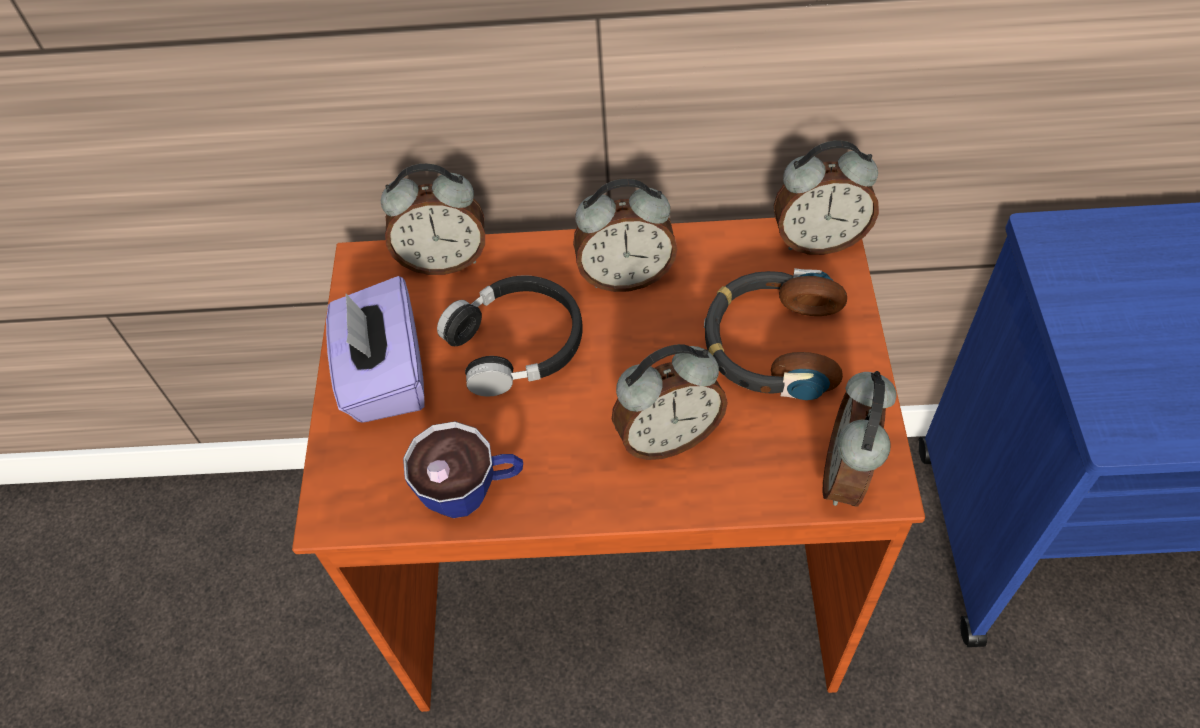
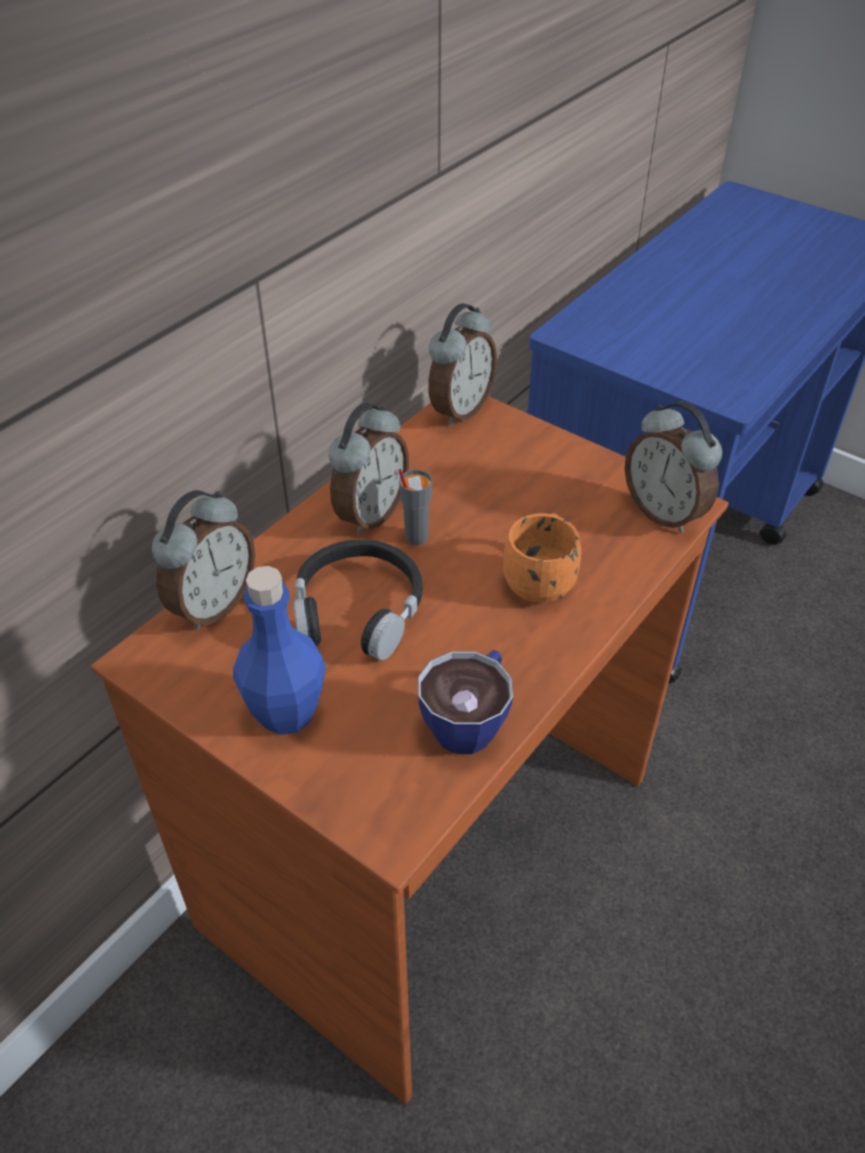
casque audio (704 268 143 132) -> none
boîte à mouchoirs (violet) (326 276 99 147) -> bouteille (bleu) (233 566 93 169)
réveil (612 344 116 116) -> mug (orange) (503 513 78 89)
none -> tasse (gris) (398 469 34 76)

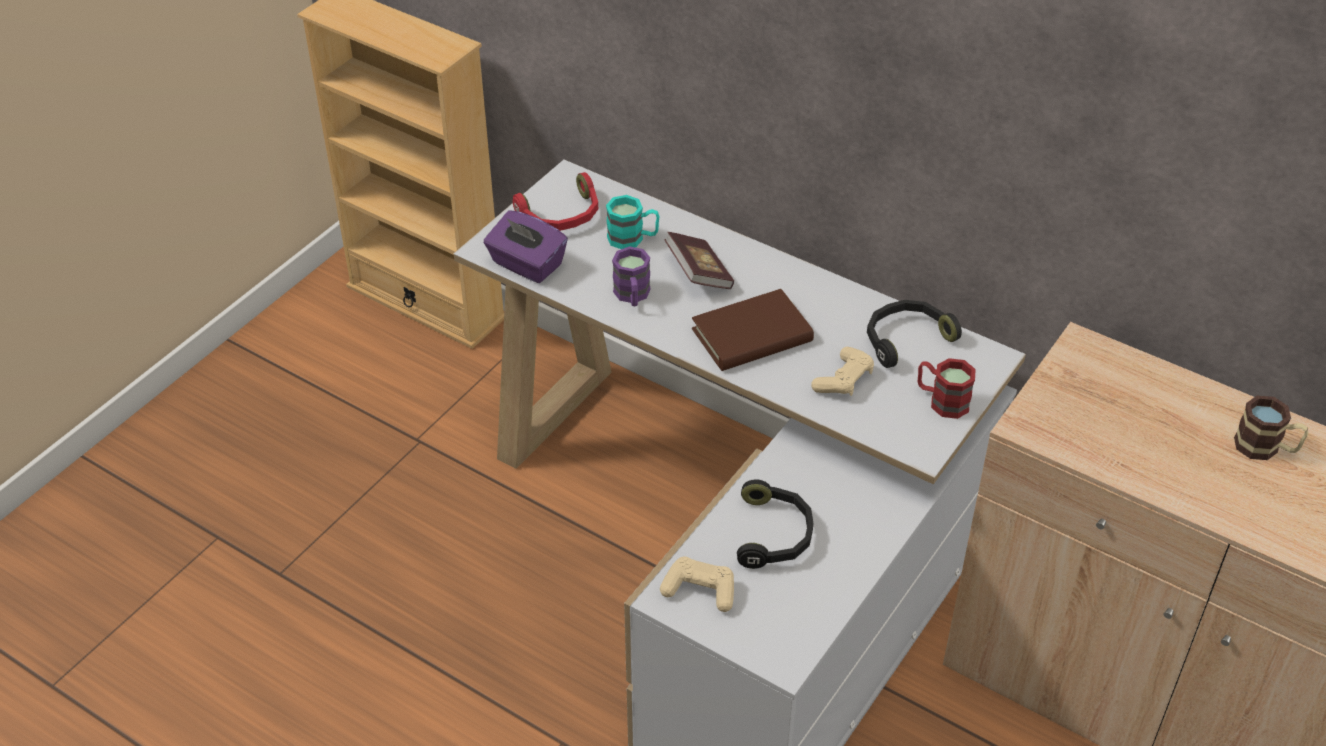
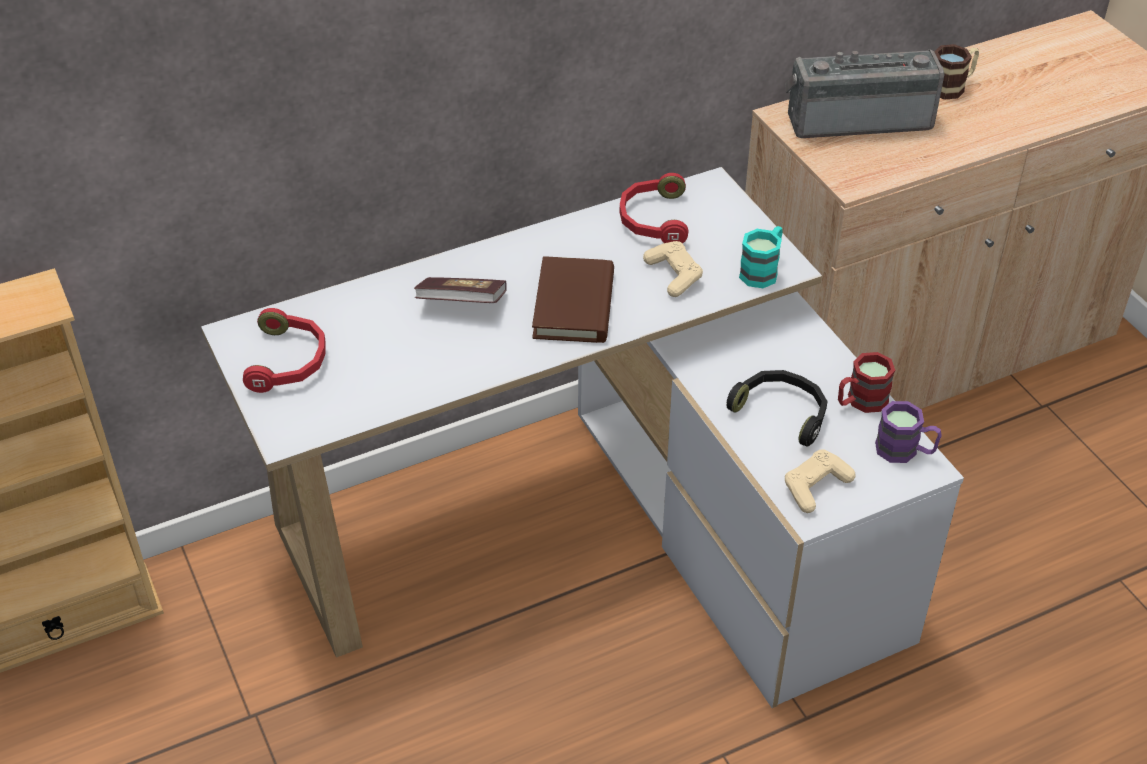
mug (turquoise) (606 195 53 54) -> mug (turquoise) (739 226 44 62), moved
boîte à mouchoirs (violet) (484 210 84 73) -> none
mug (violet) (612 246 39 60) -> mug (violet) (875 401 67 62), moved
casque audio (noir) (867 300 95 68) -> casque audio (rouge) (620 173 68 71)
mug (rouge) (918 358 57 61) -> mug (rouge) (838 352 57 61), moved
none -> radio (785 49 160 89)

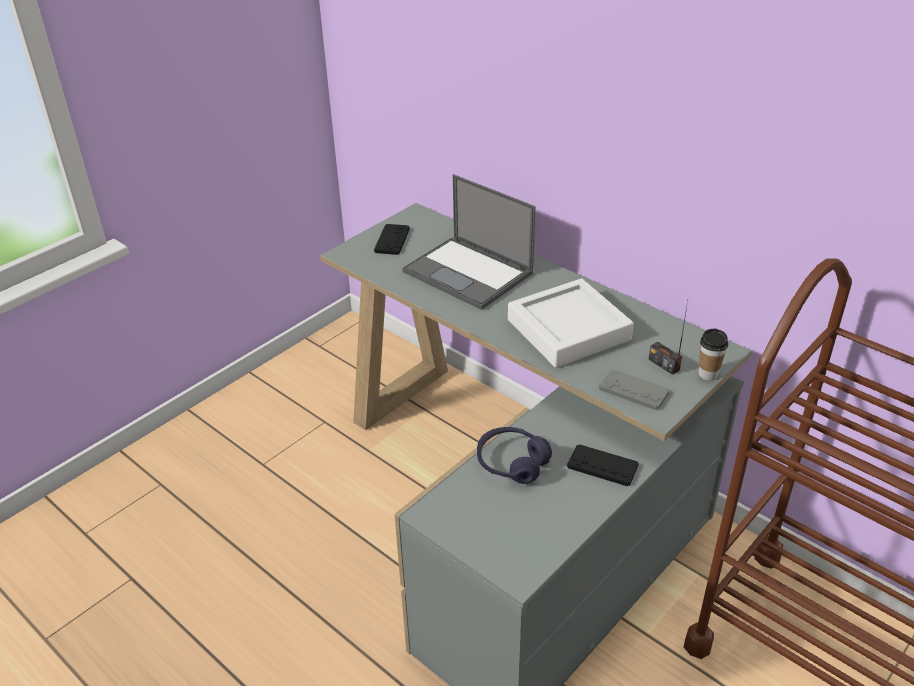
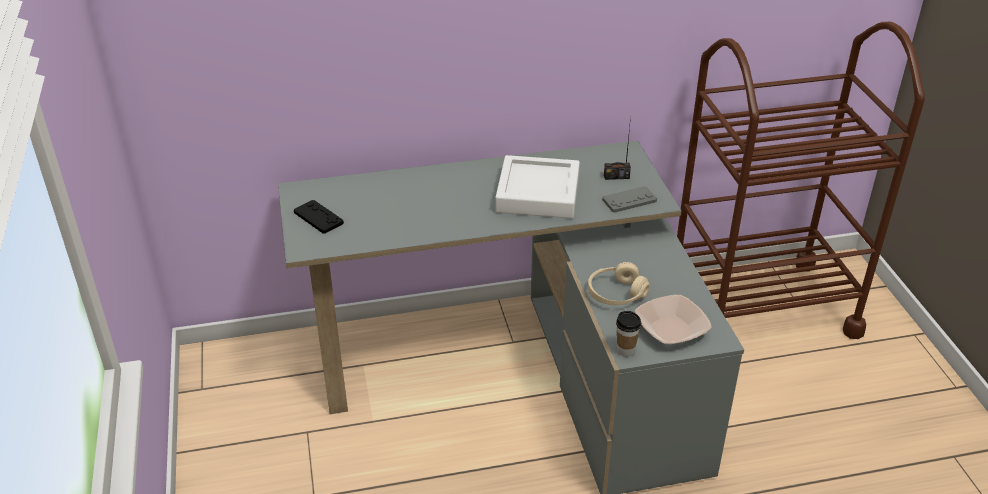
ordinateur portable (402 174 134 136) -> none
tasse (699 329 29 51) -> tasse (616 311 25 46), moved
casque audio (violet) (477 427 75 57) -> casque audio (beige) (588 262 62 43)
manette (noir) (567 444 72 42) -> none
none -> bol (635 295 77 49)

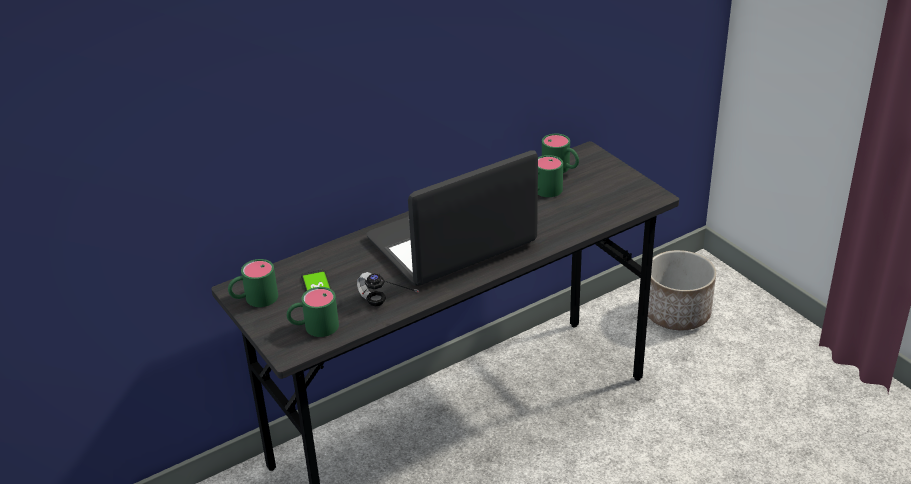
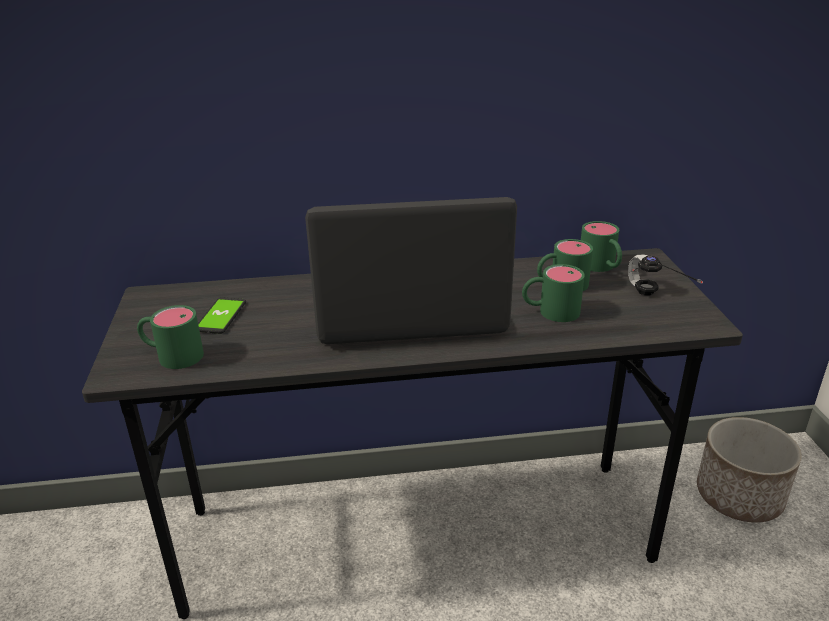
mug (vert) (228 259 50 48) -> mug (vert) (522 264 63 58), moved
casque audio (357 272 62 35) -> casque audio (628 255 75 41), moved

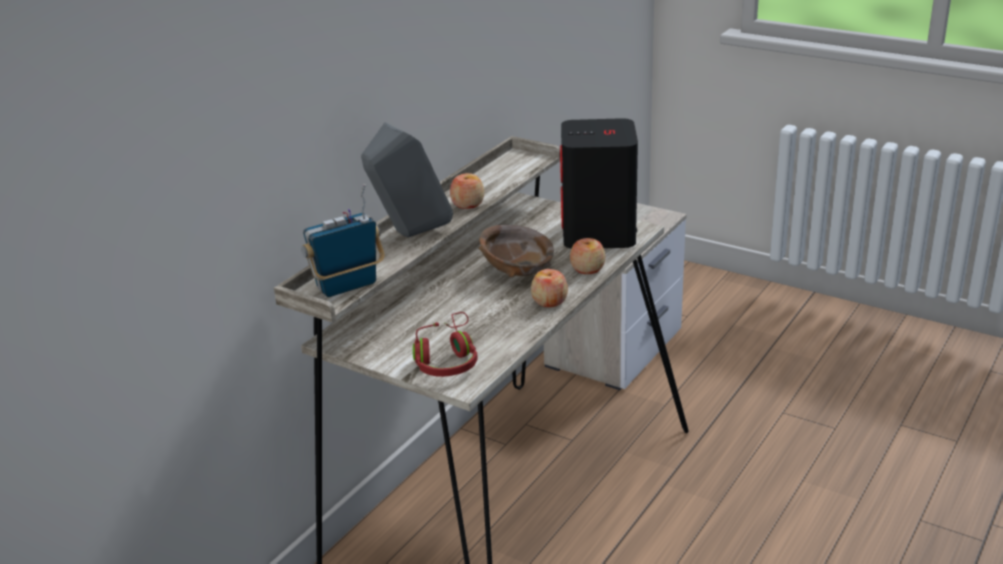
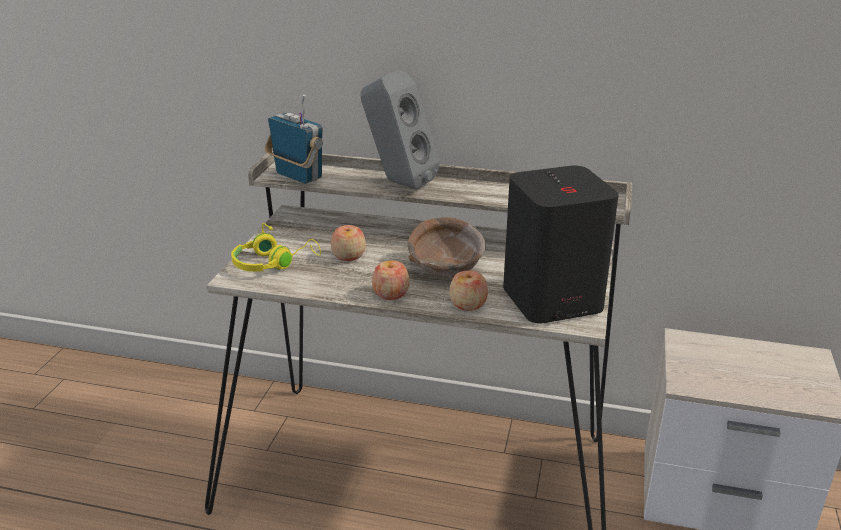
pomme (450 173 34 36) -> pomme (331 225 35 36), moved
casque audio (rouge) (413 312 65 65) -> casque audio (jaune) (231 223 90 49)

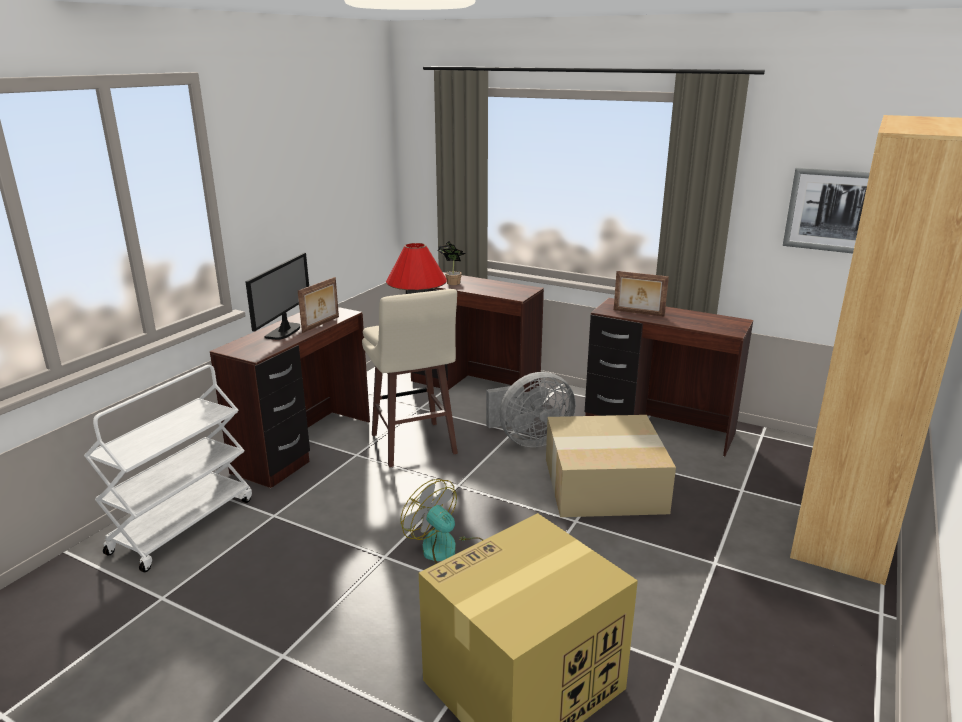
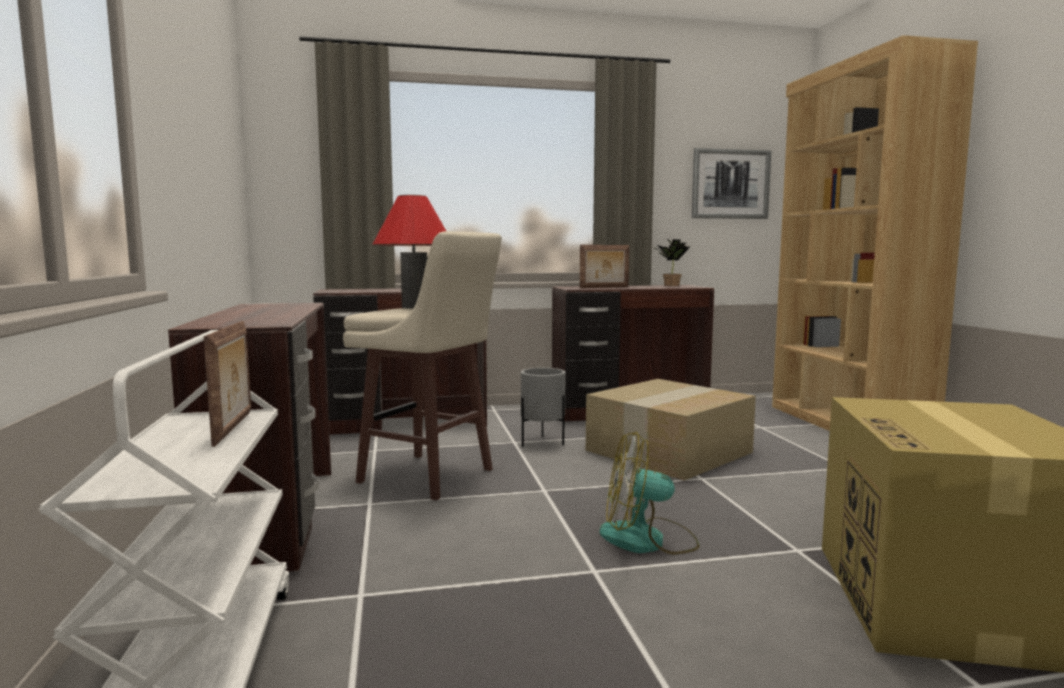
plante en pot (438 241 28 44) -> plante en pot (654 239 36 47), moved
écran d'ordinateur (245 253 64 87) -> none
cadre photo (298 277 41 56) -> cadre photo (204 321 47 126), moved
ventilateur (gris) (486 372 90 75) -> cache-pot (gris) (521 368 44 79)

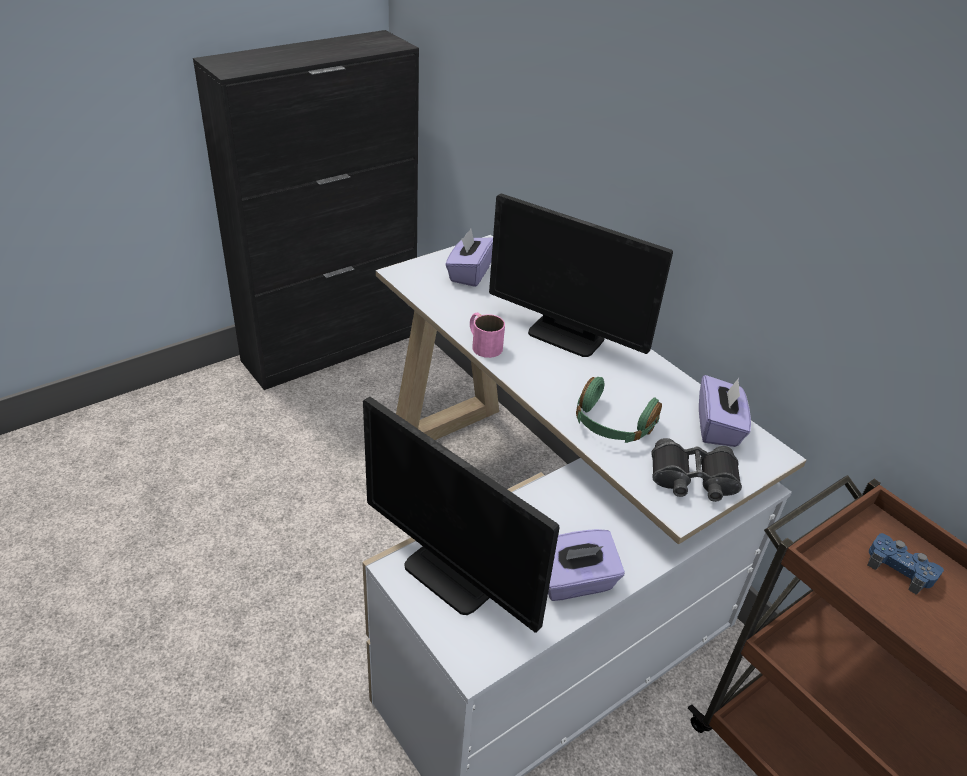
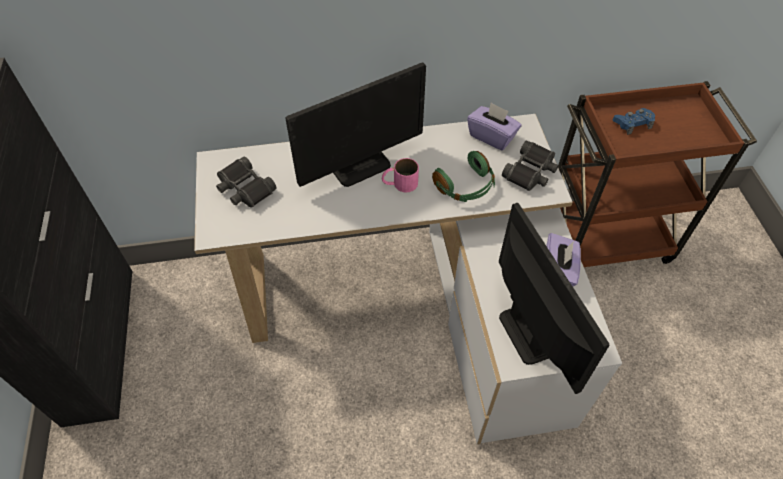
boîte à mouchoirs (violet) (445 229 48 58) -> jumelles (noir) (216 157 60 50)
mug (rose) (470 313 35 45) -> mug (rose) (382 158 37 34), moved
écran d'ordinateur (363 397 197 236) -> écran d'ordinateur (499 203 110 191), 90 degrees counterclockwise

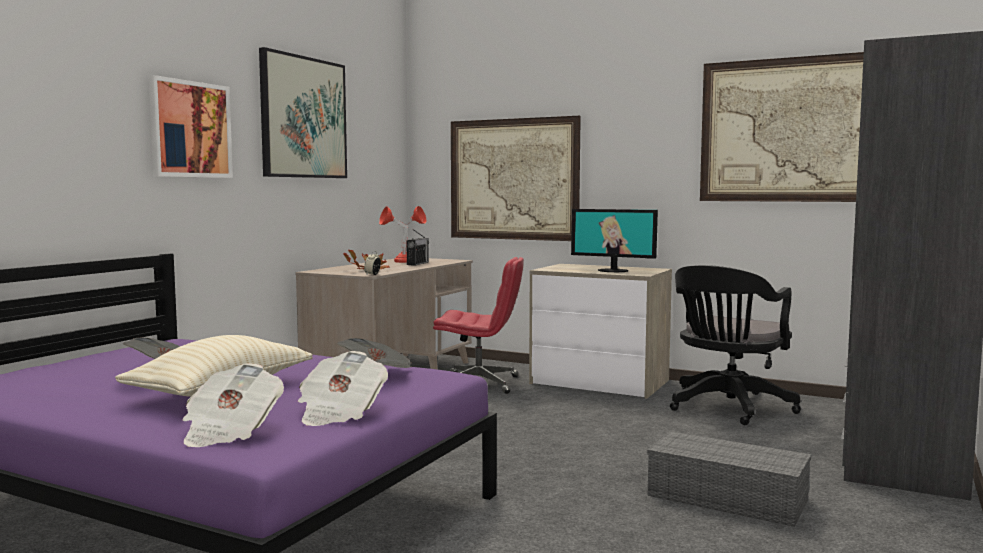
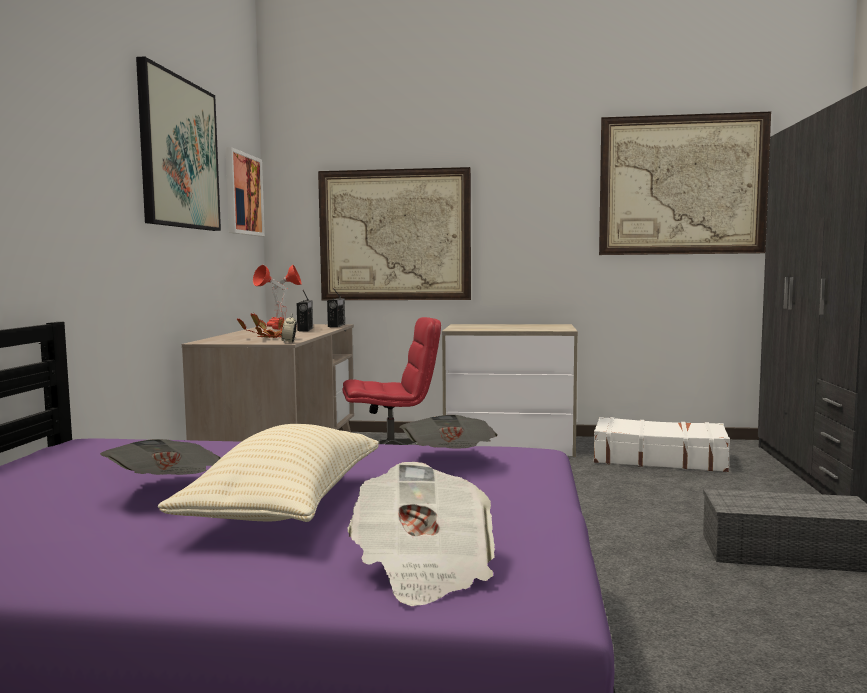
tableau (148 75 85 103) -> tableau (225 147 40 89), moved
écran d'ordinateur (571 209 87 63) -> none
chaise de bureau (noir) (670 265 131 160) -> valise (blanc) (594 417 136 55)
journal (298 351 90 75) -> none
none -> radio (327 288 18 39)

